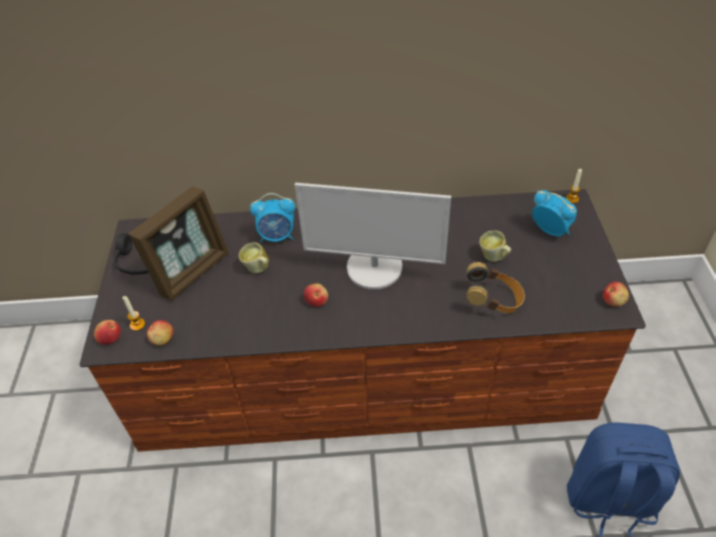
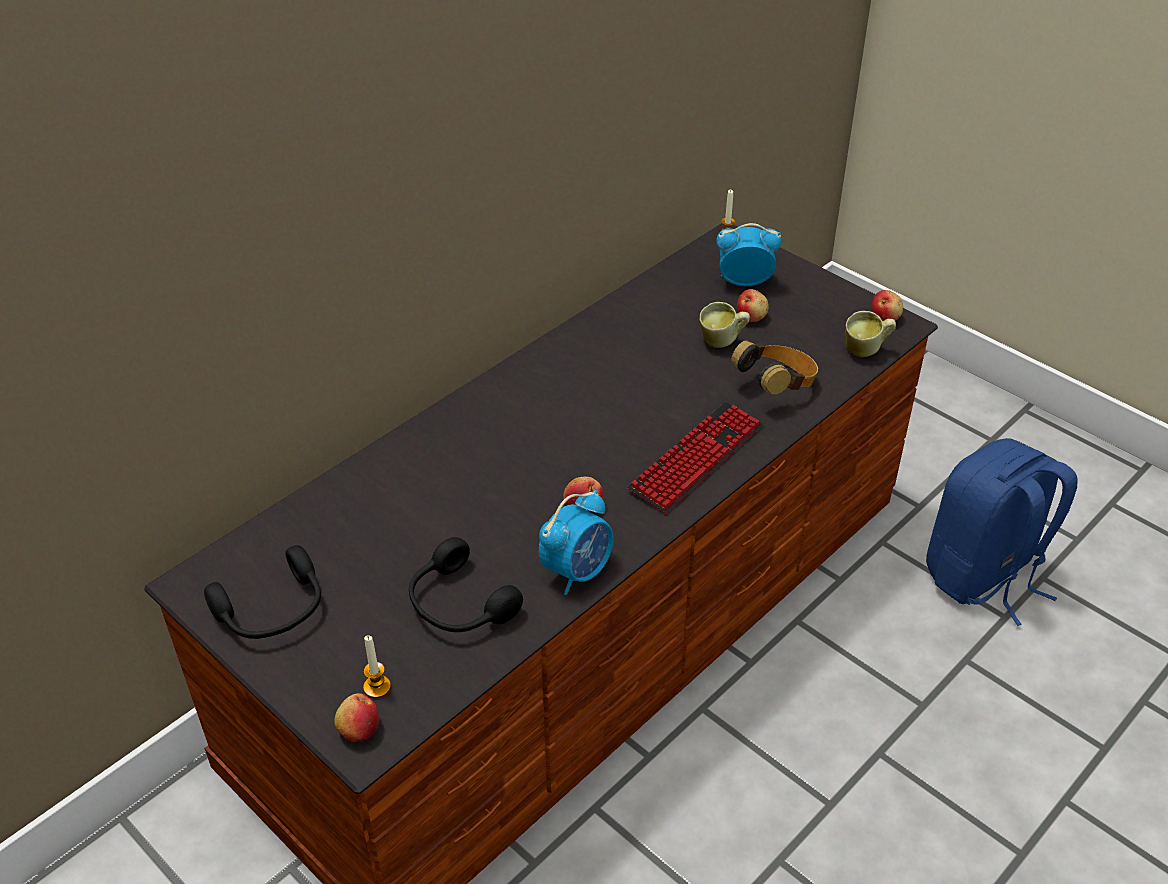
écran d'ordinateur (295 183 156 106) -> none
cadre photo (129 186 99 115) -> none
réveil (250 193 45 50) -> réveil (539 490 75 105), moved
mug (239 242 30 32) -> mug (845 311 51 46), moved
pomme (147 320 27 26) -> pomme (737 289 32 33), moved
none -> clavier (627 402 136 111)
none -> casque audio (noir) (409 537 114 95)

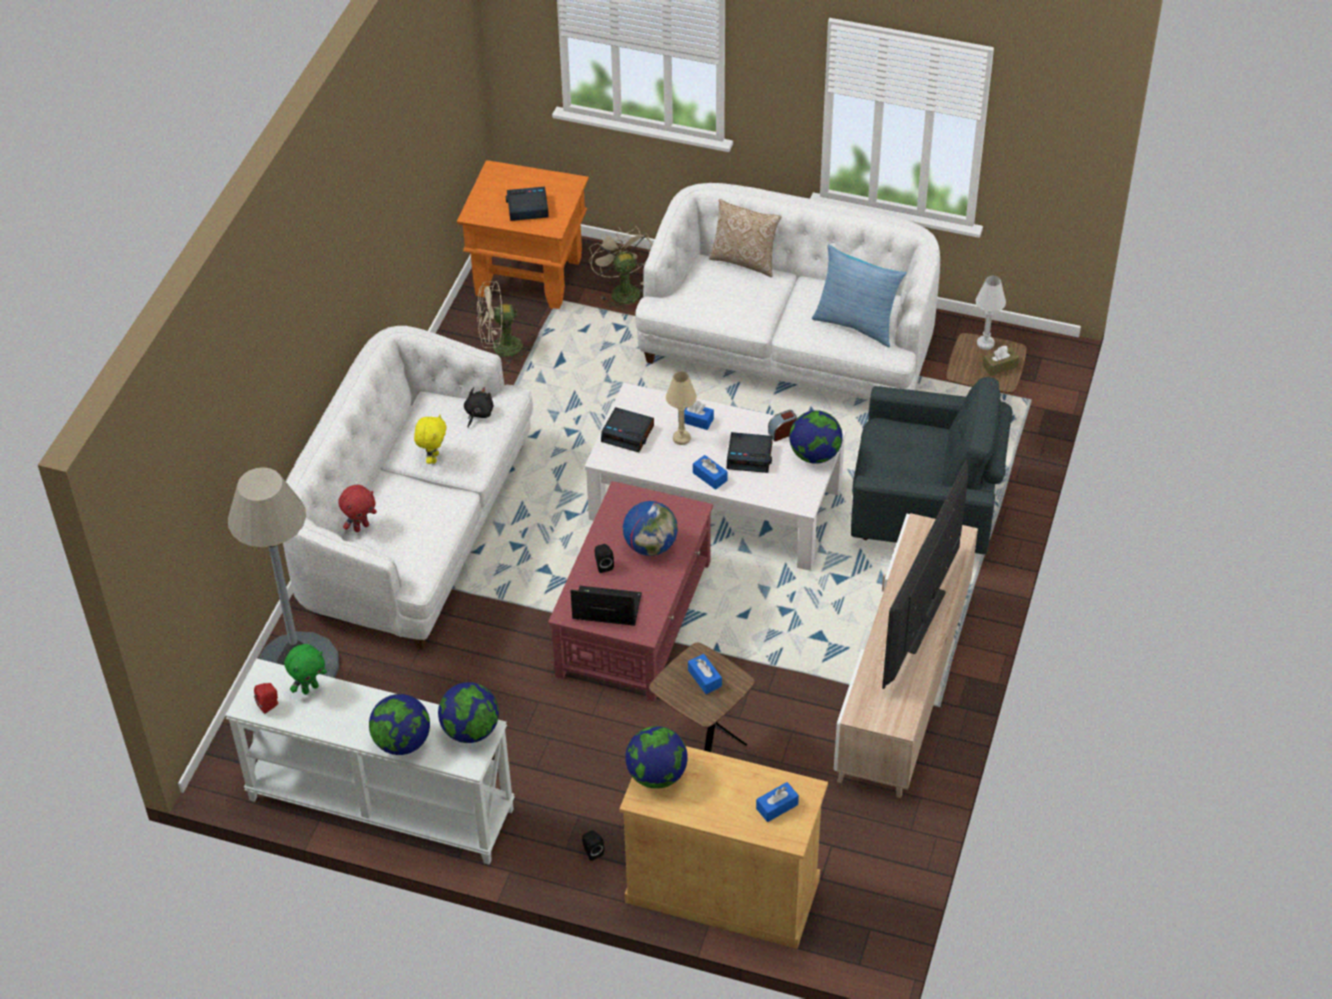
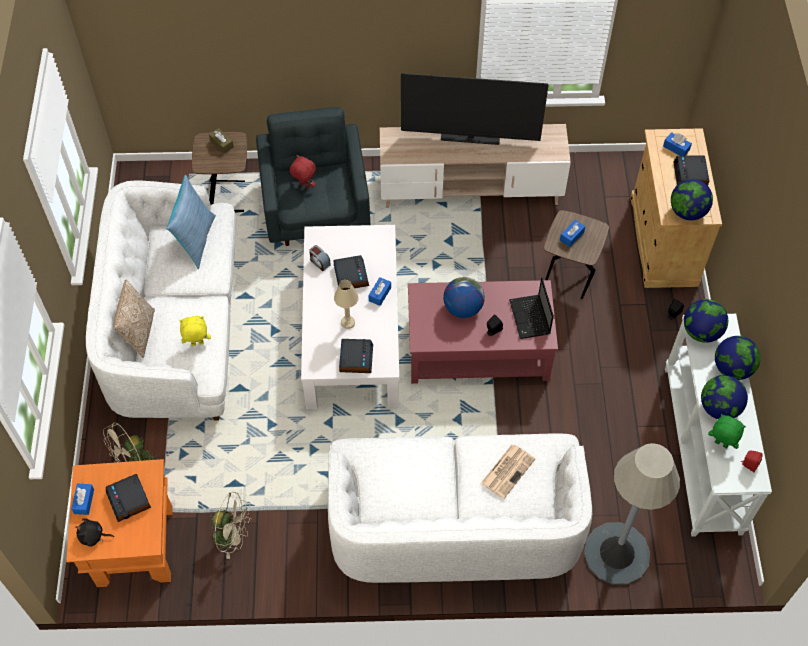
lampe de table (blanc) (976 276 30 74) -> none
ventilateur (beige) (477 281 55 84) -> ventilateur (beige) (208 492 43 67), 45 degrees counterclockwise
peluche (noir) (464 387 30 41) -> peluche (noir) (75 518 39 29), moved
boîte à mouchoirs (bleu) (678 401 36 29) -> boîte à mouchoirs (bleu) (71 483 23 32), moved
globe (789 410 54 54) -> globe (701 375 47 44), moved
peluche (jaune) (414 414 33 50) -> peluche (jaune) (179 316 32 30), moved
peluche (rouge) (338 485 39 47) -> peluche (rouge) (290 155 26 34), moved
none -> réveil (673 156 36 29)
none -> journal (481 444 54 55)

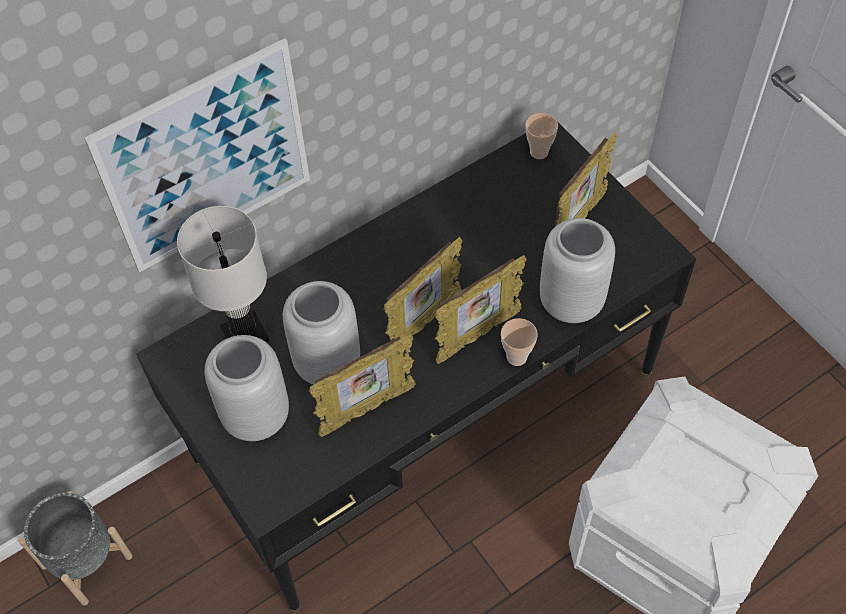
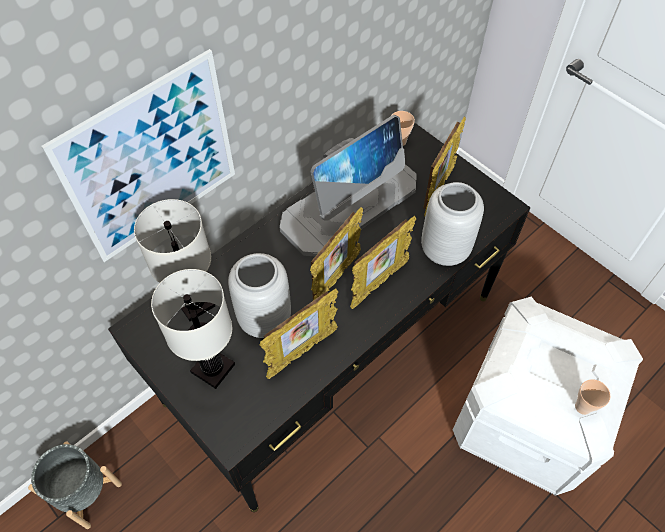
tasse (501 318 37 48) -> tasse (575 379 36 36), moved
vase (gris) (205 335 84 106) -> lampe de table (blanc) (151 269 84 120)
none -> écran d'ordinateur (280 115 137 141)

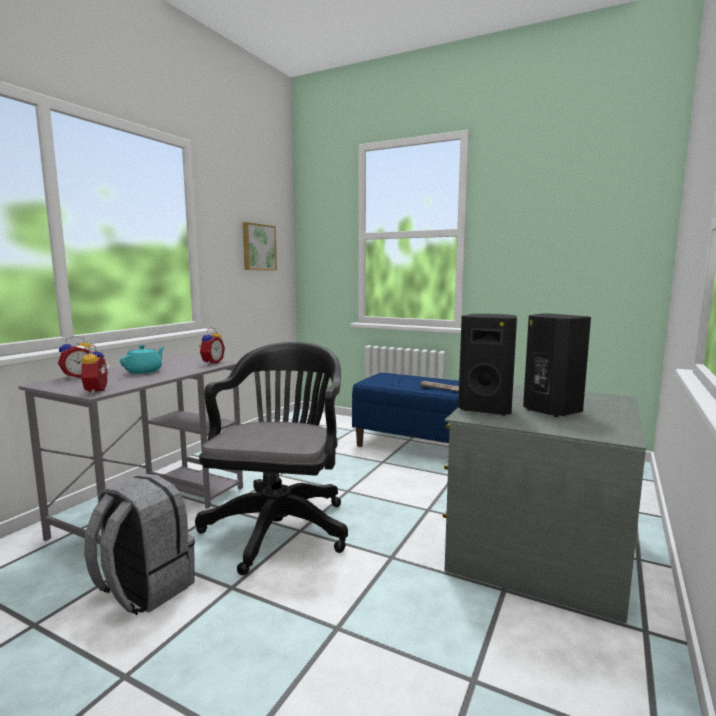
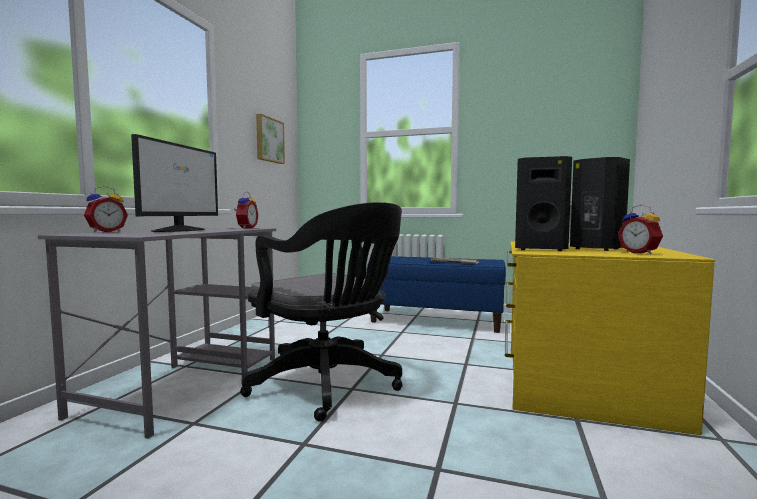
chaise de bureau (noir) (195 342 153 233) -> chaise de bureau (noir) (240 202 163 220), 135 degrees clockwise
réveil (81 345 30 49) -> réveil (618 204 45 50), moved
théière (turquoise) (120 345 45 29) -> écran d'ordinateur (131 134 87 98)
commode (gris) (442 384 204 239) -> commode (jaune) (505 241 210 194)
sac à dos (gris) (84 474 111 141) -> none

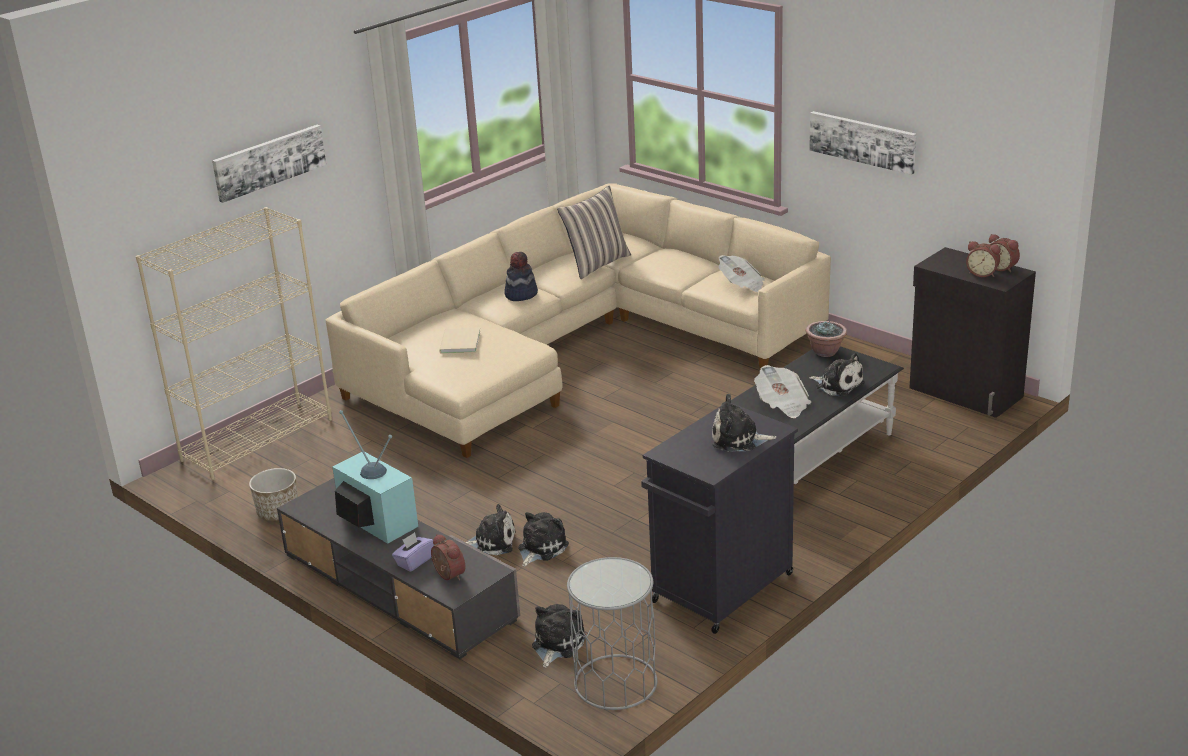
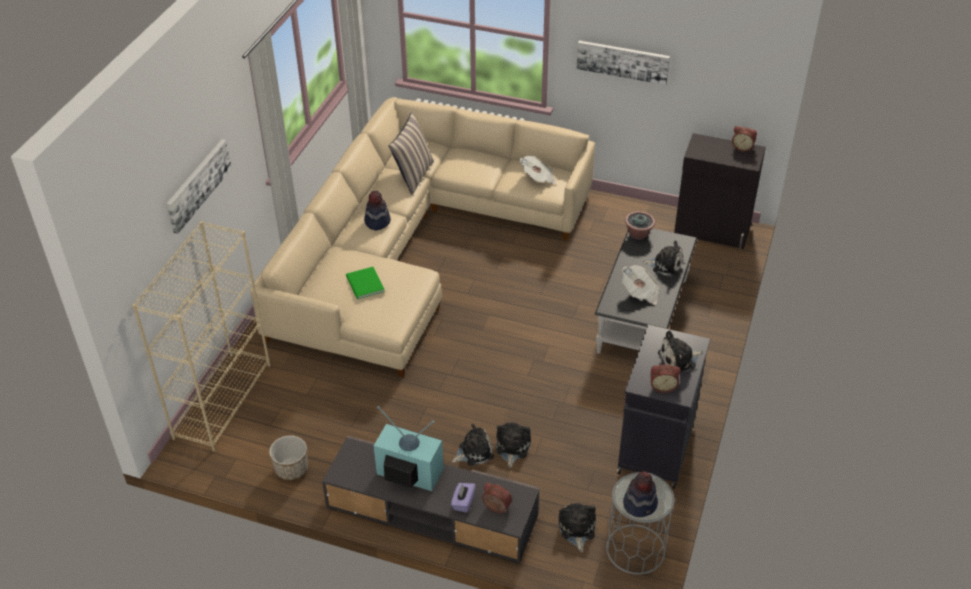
réveil (966 241 35 36) -> réveil (650 365 31 28), moved
livre (beige) (439 328 42 26) -> livre (vert) (346 267 39 32)
none -> chapeau (623 471 35 46)

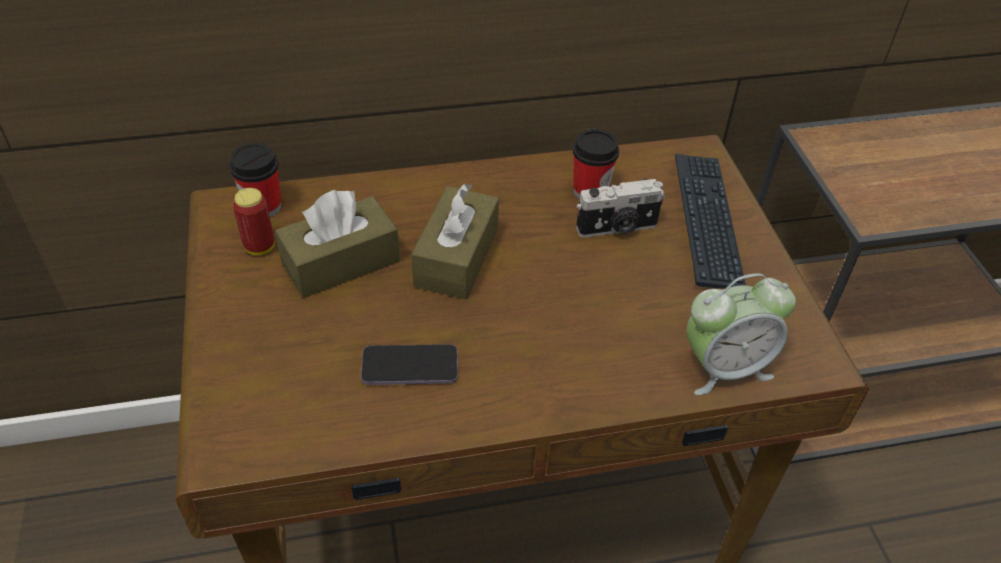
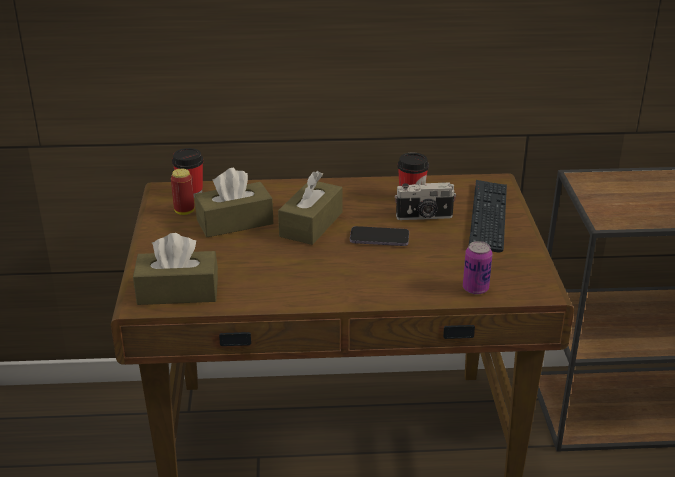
réveil (686 273 110 122) -> boîte métallique (463 241 30 54)
téléphone (361 344 97 41) -> téléphone (350 226 59 20), moved
none -> boîte à mouchoirs (marron) (133 233 85 72)

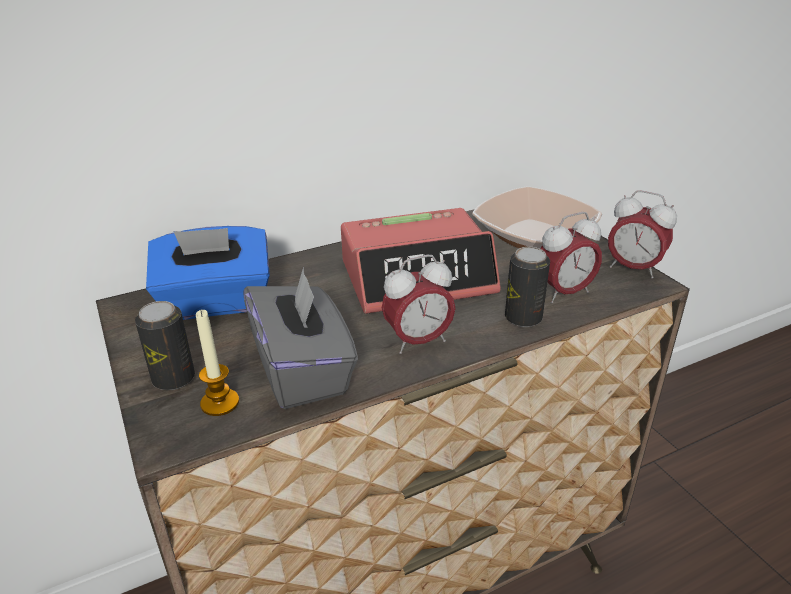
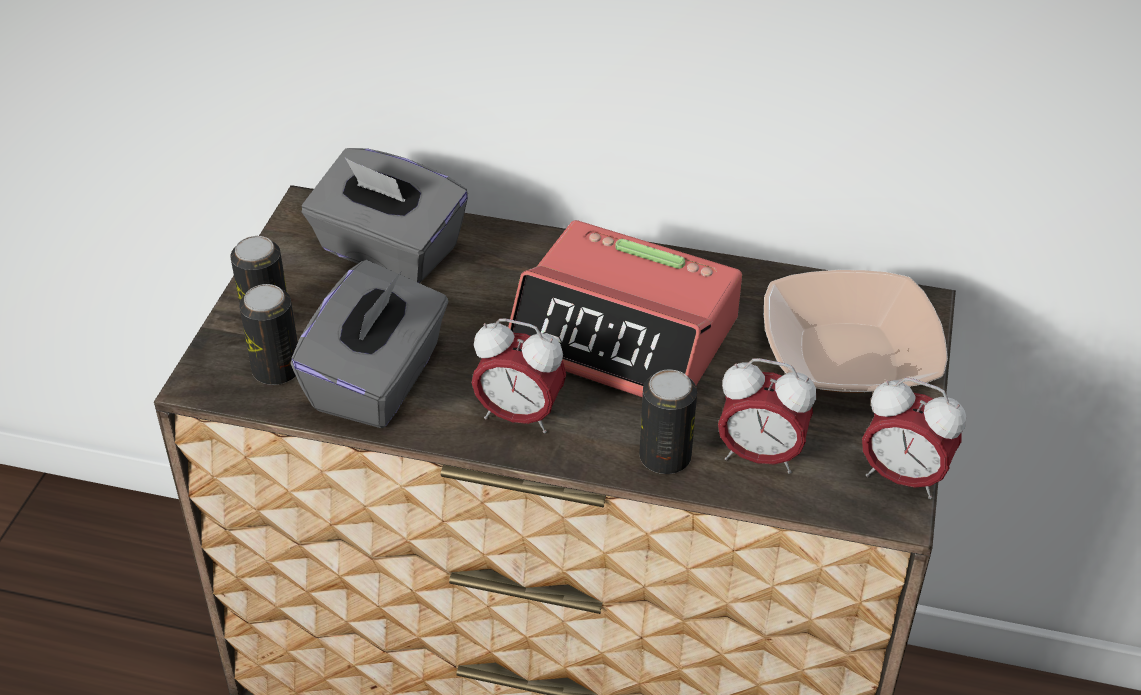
réveil (608 190 69 89) -> réveil (862 378 104 121), 45 degrees counterclockwise
boîte à mouchoirs (bleu) (146 226 124 94) -> boîte à mouchoirs (gris) (302 148 166 135)
bougie (196 310 43 106) -> boîte métallique (239 284 59 101)

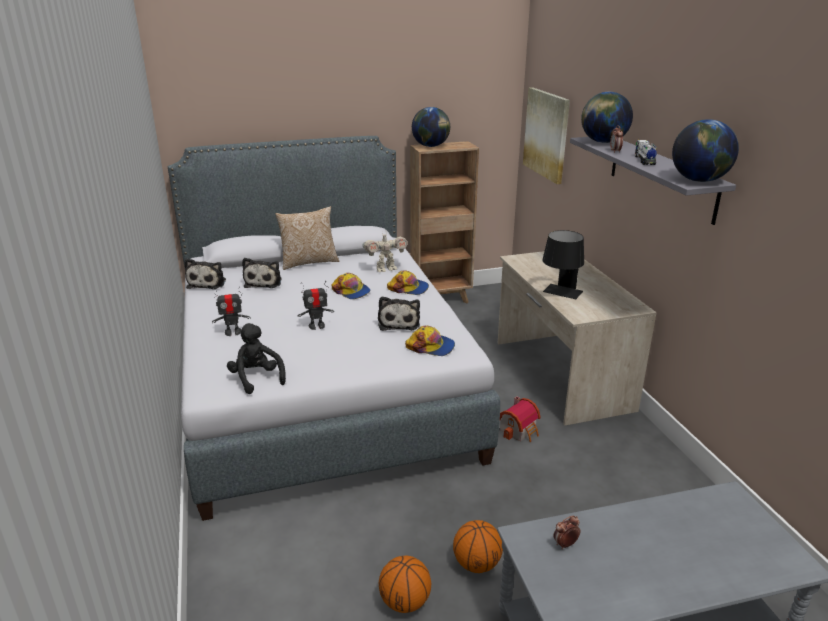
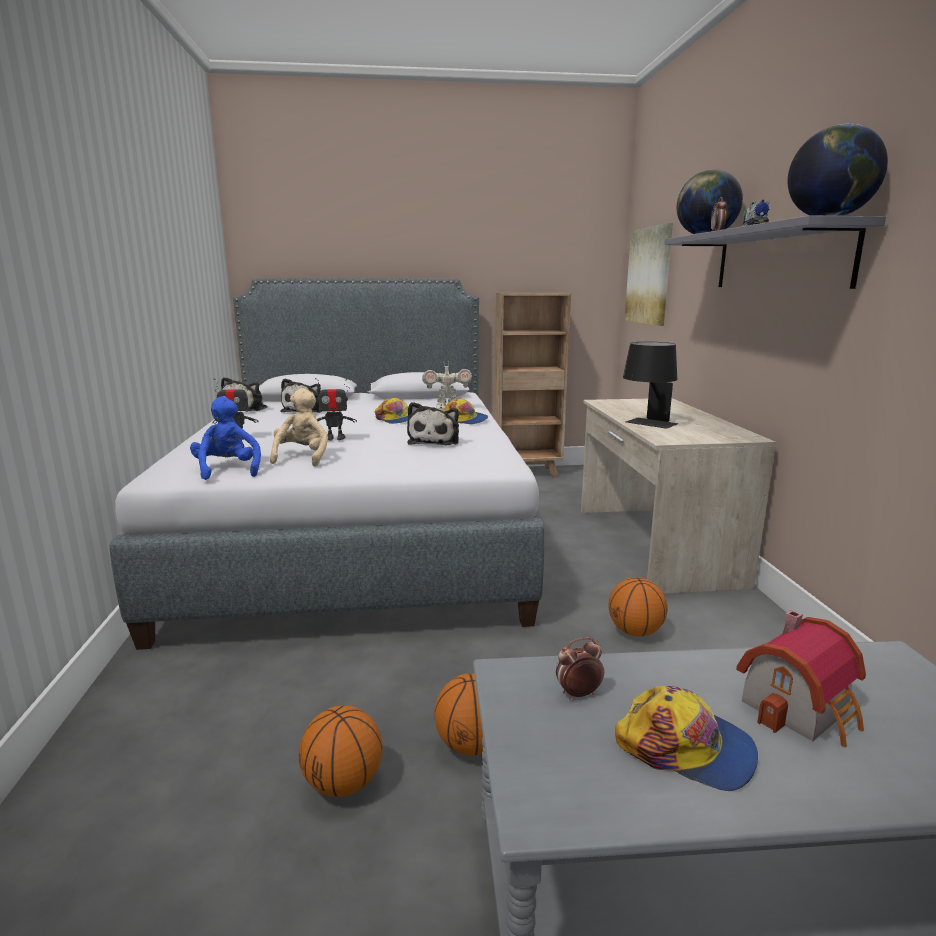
globe (412 107 38 40) -> none
coussin (275 206 64 64) -> none
peluche (noir) (227 323 59 71) -> peluche (bleu) (190 397 71 83)
casquette (405 326 50 30) -> casquette (615 686 143 105), moved
maison miniature (500 396 41 46) -> maison miniature (736 610 130 137), moved
none -> peluche (beige) (270 388 58 79)
none -> ballon de basket (608 577 59 60)

